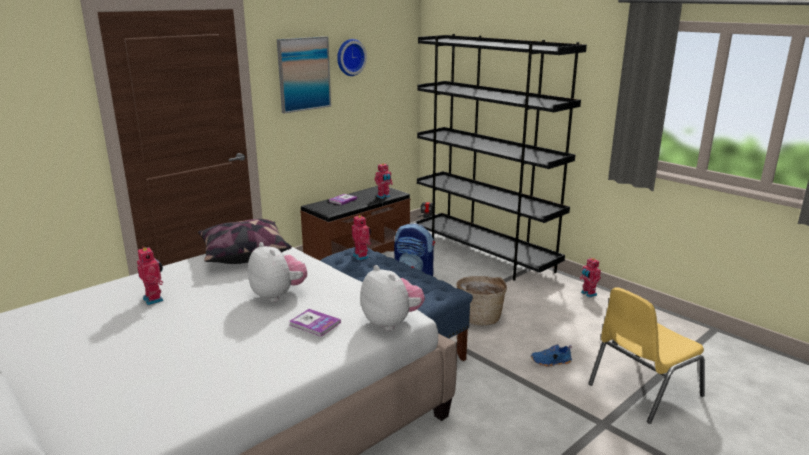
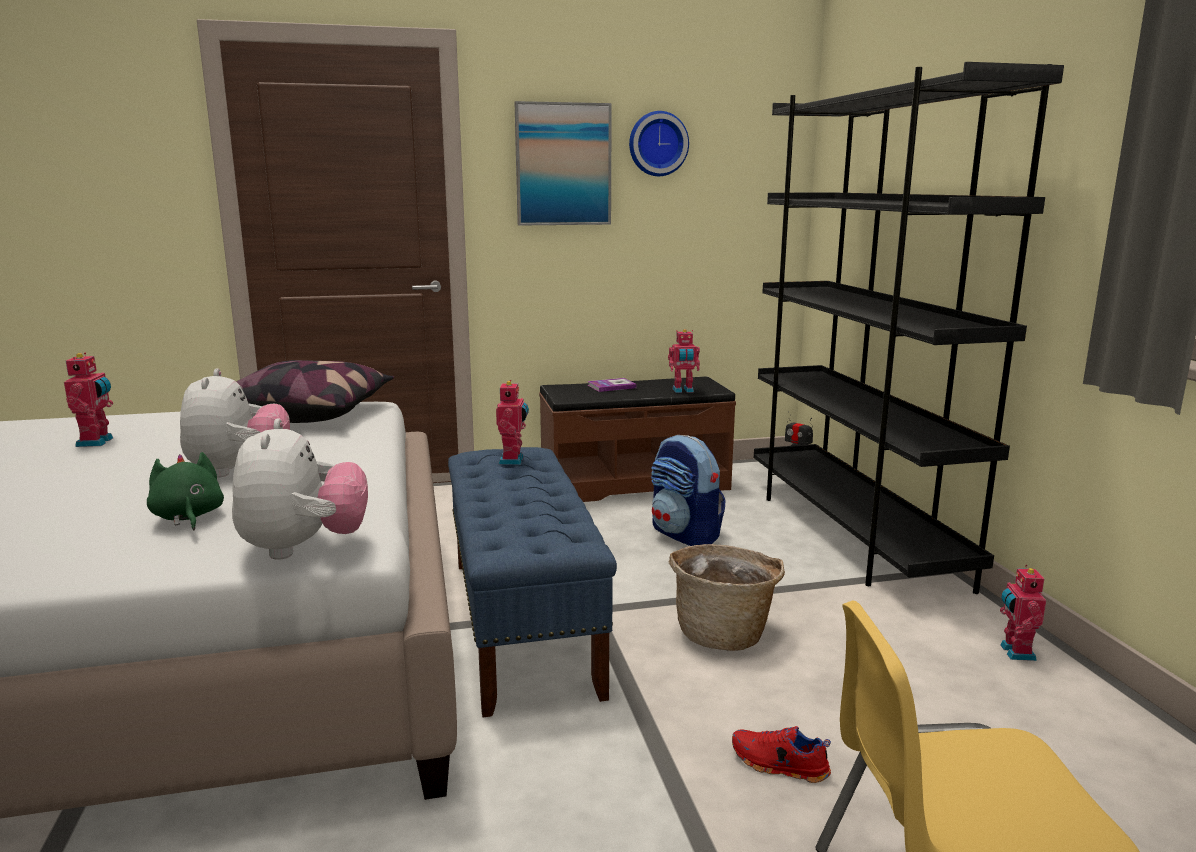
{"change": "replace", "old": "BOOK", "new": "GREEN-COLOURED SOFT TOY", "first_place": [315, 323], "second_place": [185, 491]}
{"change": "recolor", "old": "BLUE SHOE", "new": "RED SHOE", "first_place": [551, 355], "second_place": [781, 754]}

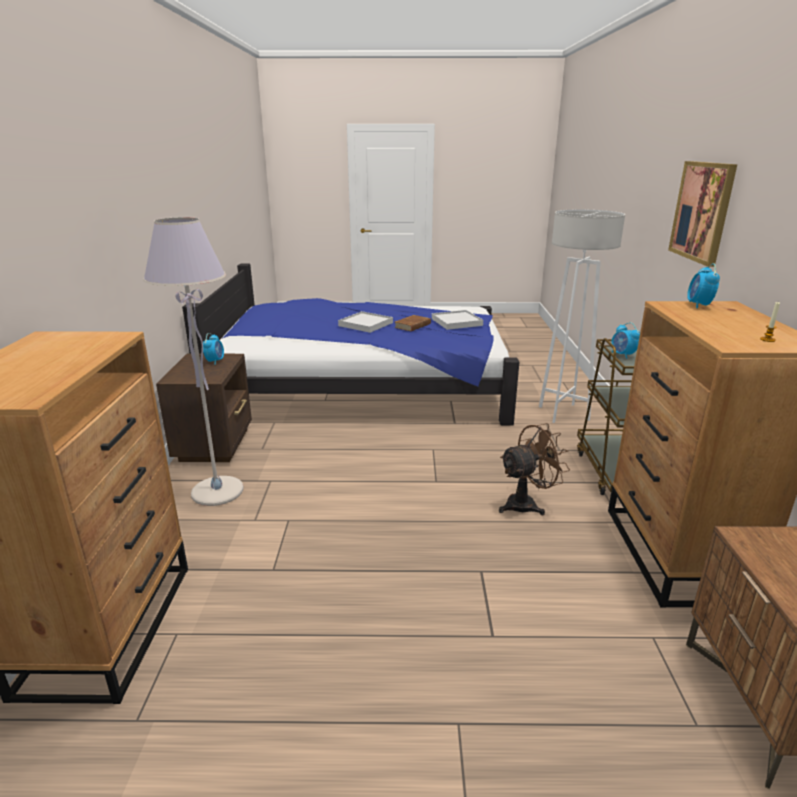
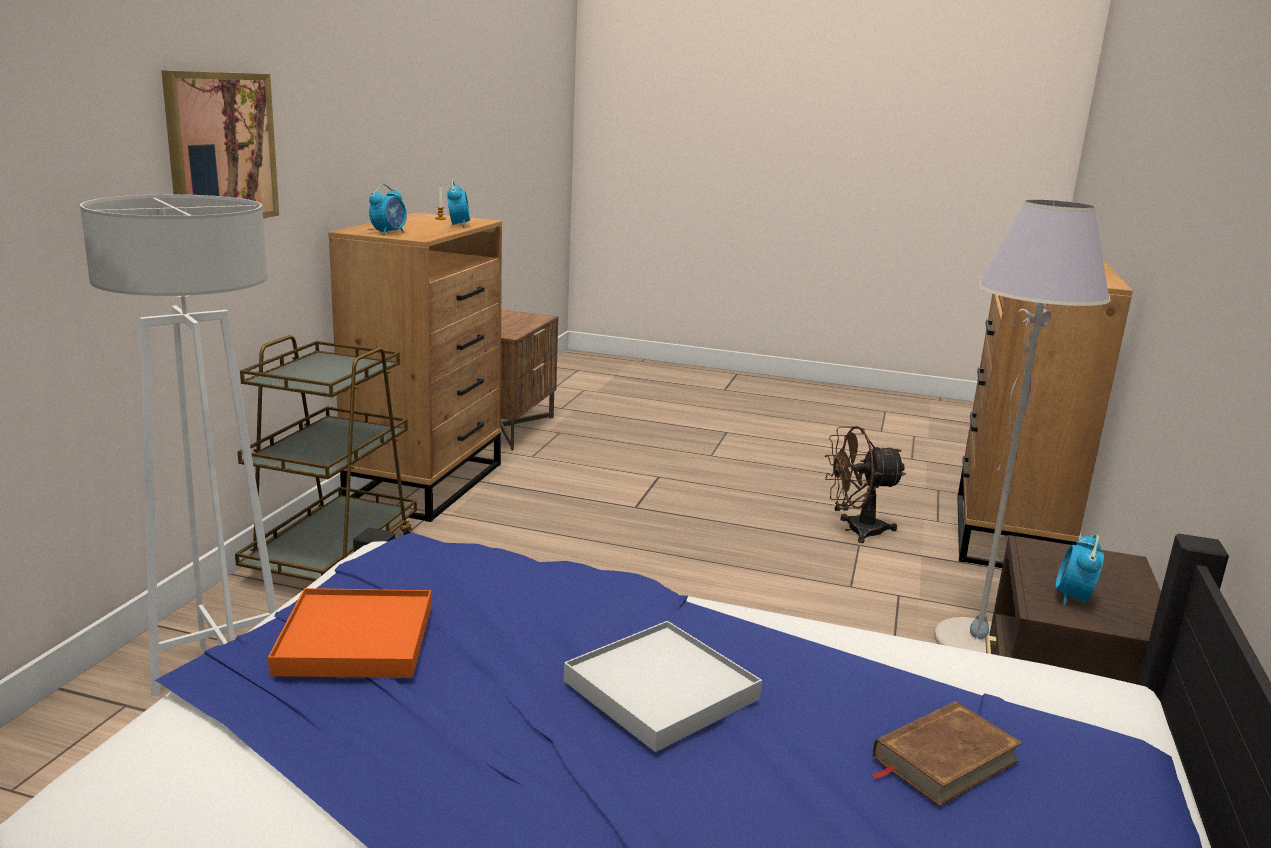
{"change": "move", "old": "BROWN BOOK", "first_place": [412, 323], "second_place": [946, 754]}
{"change": "move", "old": "BROWN FAN", "first_place": [534, 469], "second_place": [865, 484]}
{"change": "move", "old": "ALARM CLOCK", "first_place": [625, 340], "second_place": [458, 204]}
{"change": "recolor", "old": "WHITE-COLOURED CARRYING TRAY", "new": "ORANGE-COLOURED CARRYING TRAY", "first_place": [457, 320], "second_place": [349, 633]}

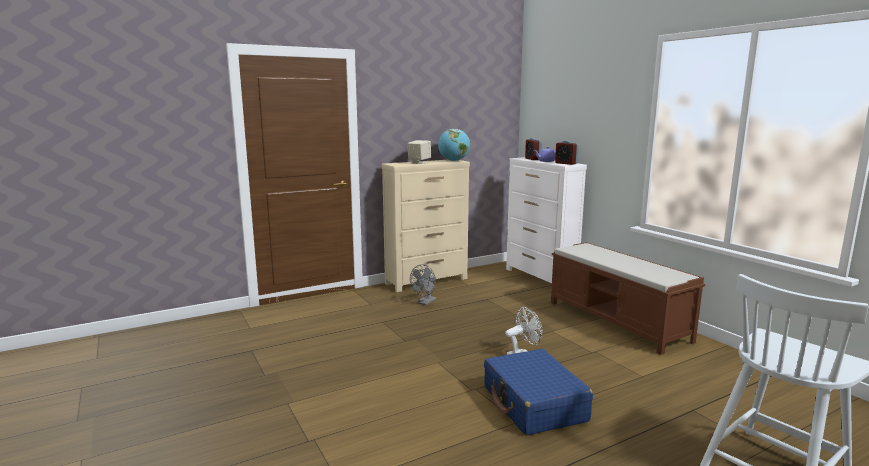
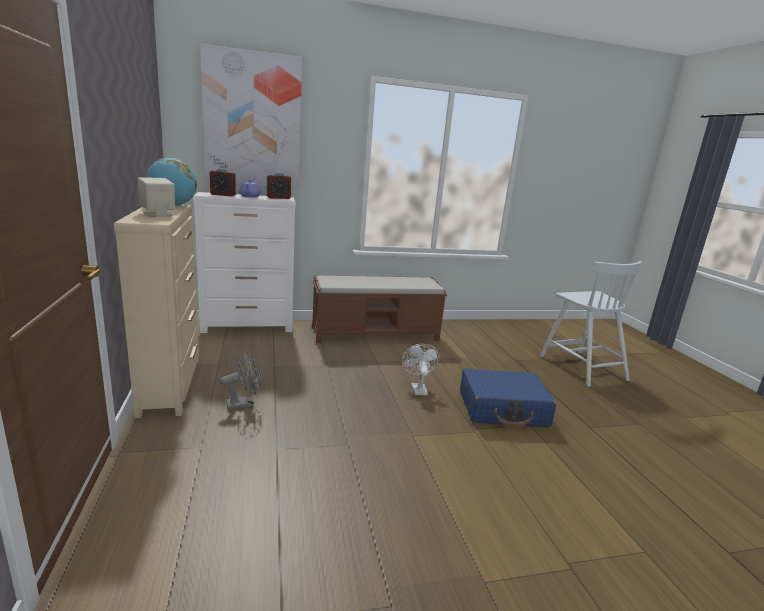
{"change": "insert", "new": "PICTURE", "second_place": [251, 116]}
{"change": "rotate", "old": "GRAY FAN", "first_place": [423, 284], "second_place": [240, 381], "degrees": -75}

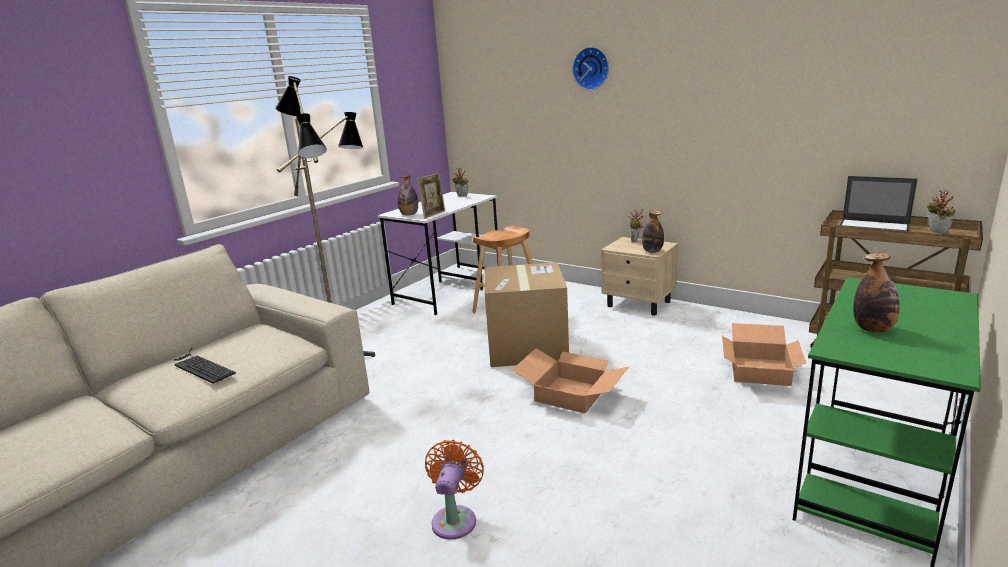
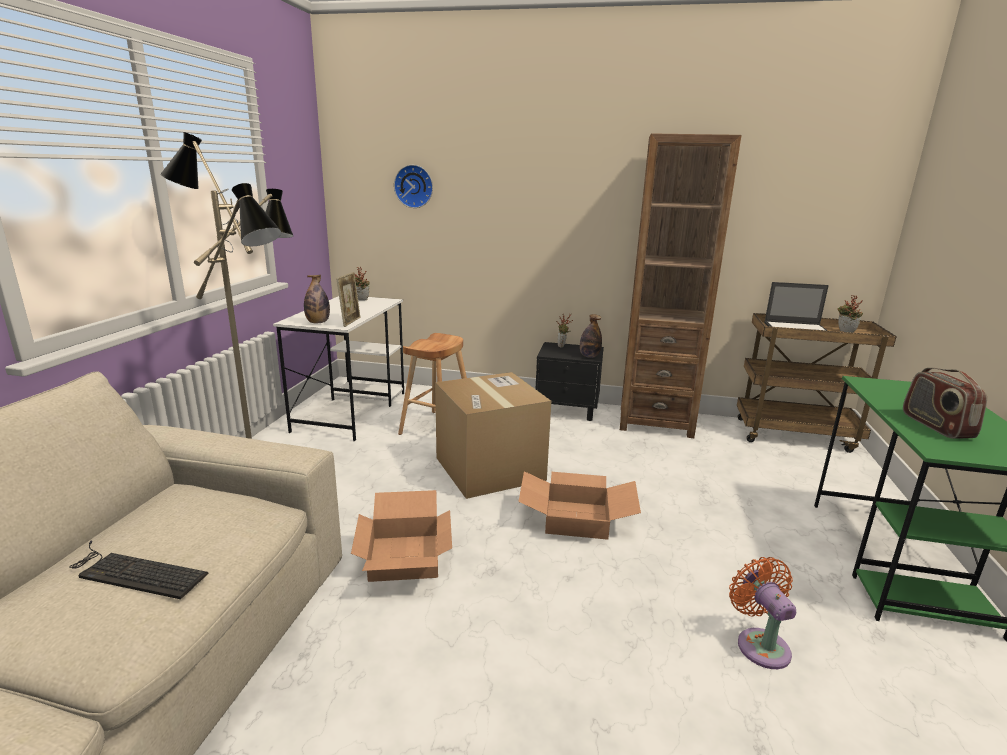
{"change": "insert", "new": "BROWN BOOKSHELF", "second_place": [680, 285]}
{"change": "move", "old": "ORANGE-COLOURED FAN", "first_place": [454, 490], "second_place": [762, 613]}
{"change": "move", "old": "CLOCK ON THE WALL", "first_place": [590, 68], "second_place": [413, 186]}
{"change": "move", "old": "PACKING BOX", "first_place": [764, 354], "second_place": [401, 536]}
{"change": "replace", "old": "BOTTLE", "new": "RADIO RECEIVER", "first_place": [876, 292], "second_place": [945, 403]}
{"change": "recolor", "old": "SAND-COLOURED NIGHT TABLE", "new": "BLACKISH NIGHT TABLE", "first_place": [639, 276], "second_place": [570, 381]}

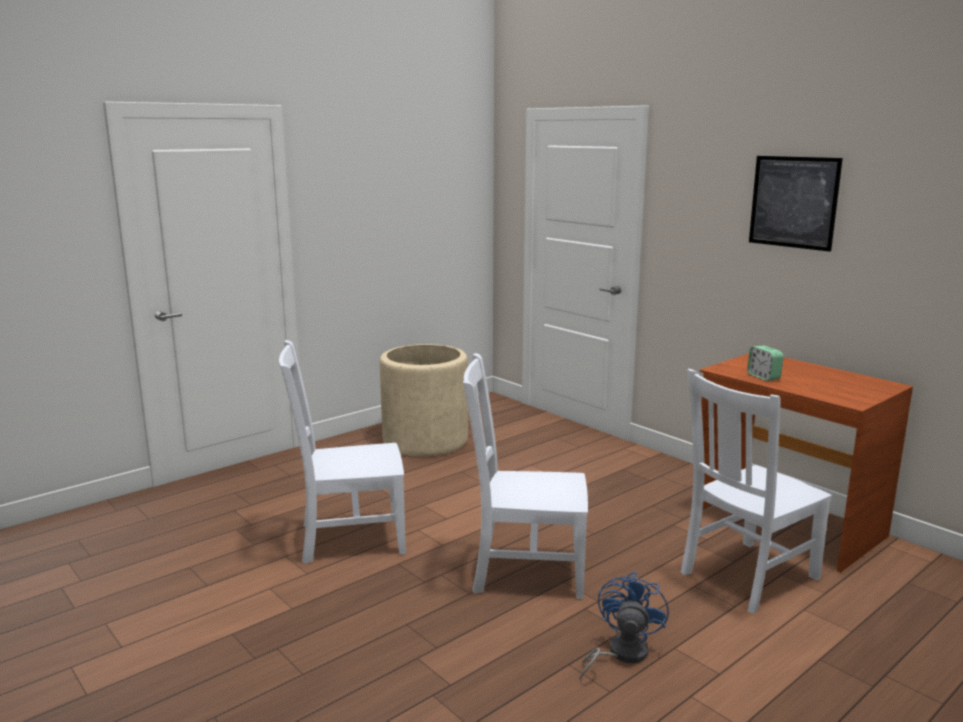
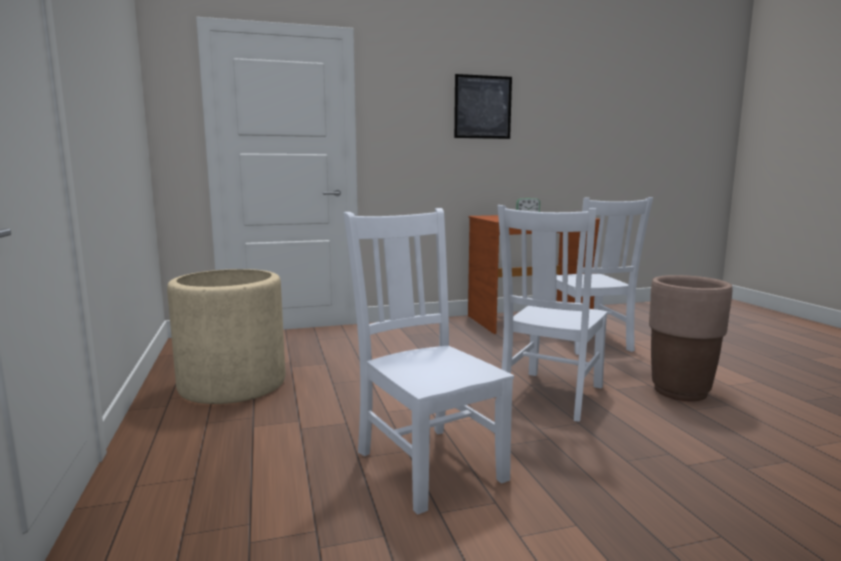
{"change": "replace", "old": "BLUE FAN", "new": "BROWN PLANT POT", "first_place": [624, 626], "second_place": [691, 338]}
{"change": "rotate", "old": "WHITE-COLOURED CHAIR", "first_place": [342, 452], "second_place": [429, 361], "degrees": 135}

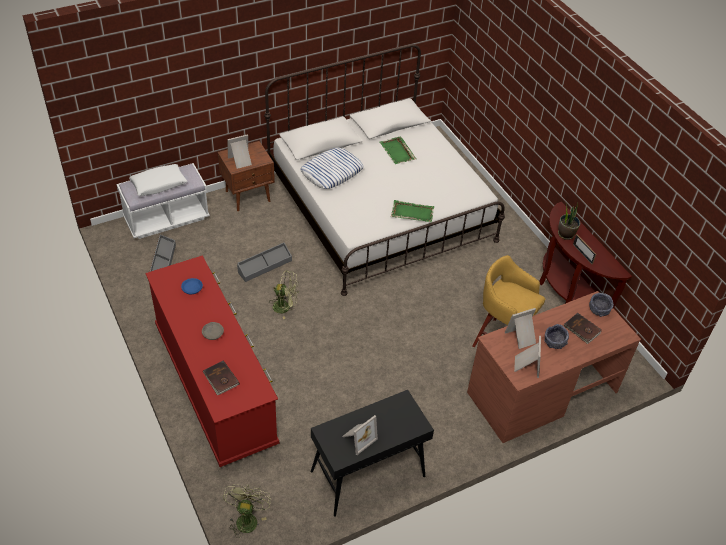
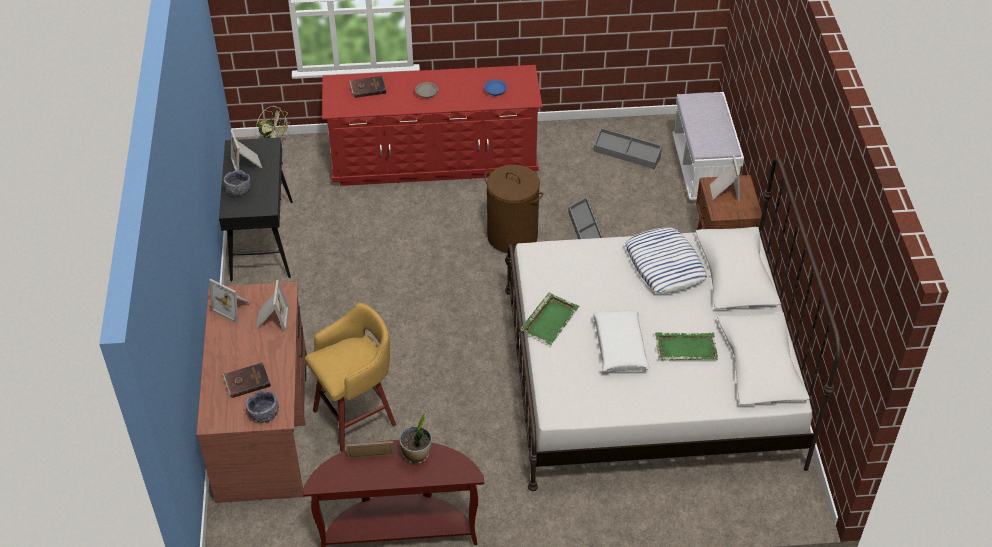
{"change": "move", "old": "WHITE-COLOURED THROW PILLOW", "first_place": [158, 180], "second_place": [621, 341]}
{"change": "move", "old": "GRAY BOWL", "first_place": [556, 336], "second_place": [236, 183]}
{"change": "replace", "old": "GREEN-COLOURED FAN", "new": "BROWN HAMPER", "first_place": [285, 294], "second_place": [513, 209]}

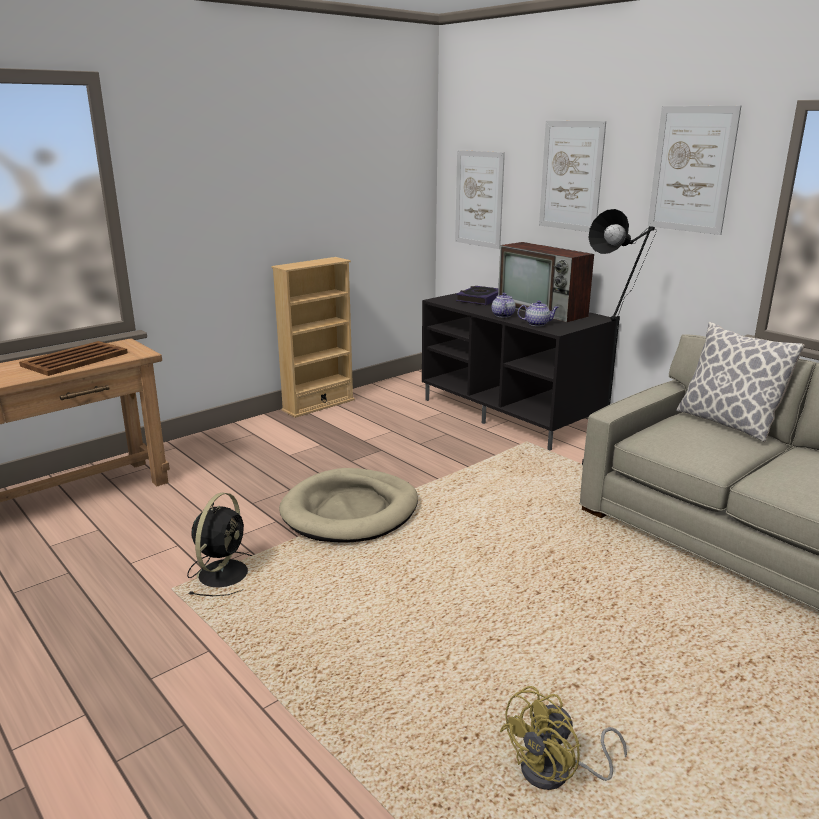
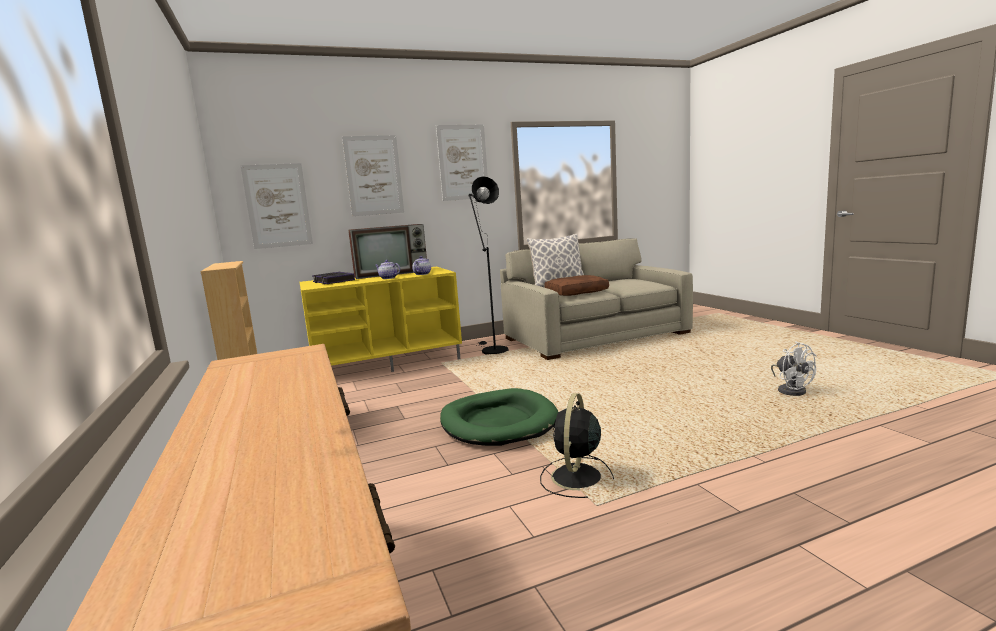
{"change": "delete", "old": "BROWN CARRYING TRAY", "first_place": [73, 358]}
{"change": "insert", "new": "BROWN THROW PILLOW", "second_place": [576, 285]}
{"change": "recolor", "old": "SAND-COLOURED PET BED", "new": "GREEN-COLOURED PET BED", "first_place": [348, 505], "second_place": [499, 417]}
{"change": "recolor", "old": "BLACKISH TV STAND", "new": "YELLOW-COLOURED TV STAND", "first_place": [519, 372], "second_place": [381, 319]}
{"change": "recolor", "old": "YELLOW-COLOURED FAN", "new": "WHITE-COLOURED FAN", "first_place": [563, 738], "second_place": [794, 368]}
{"change": "rotate", "old": "BLACKISH FAN", "first_place": [220, 544], "second_place": [577, 445], "degrees": -105}

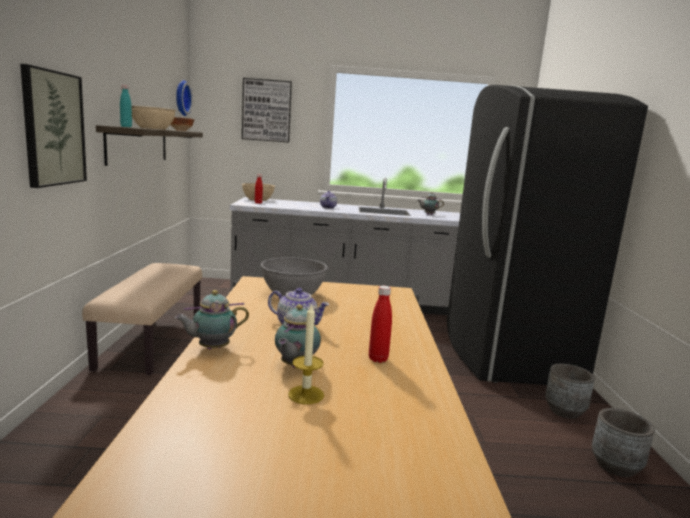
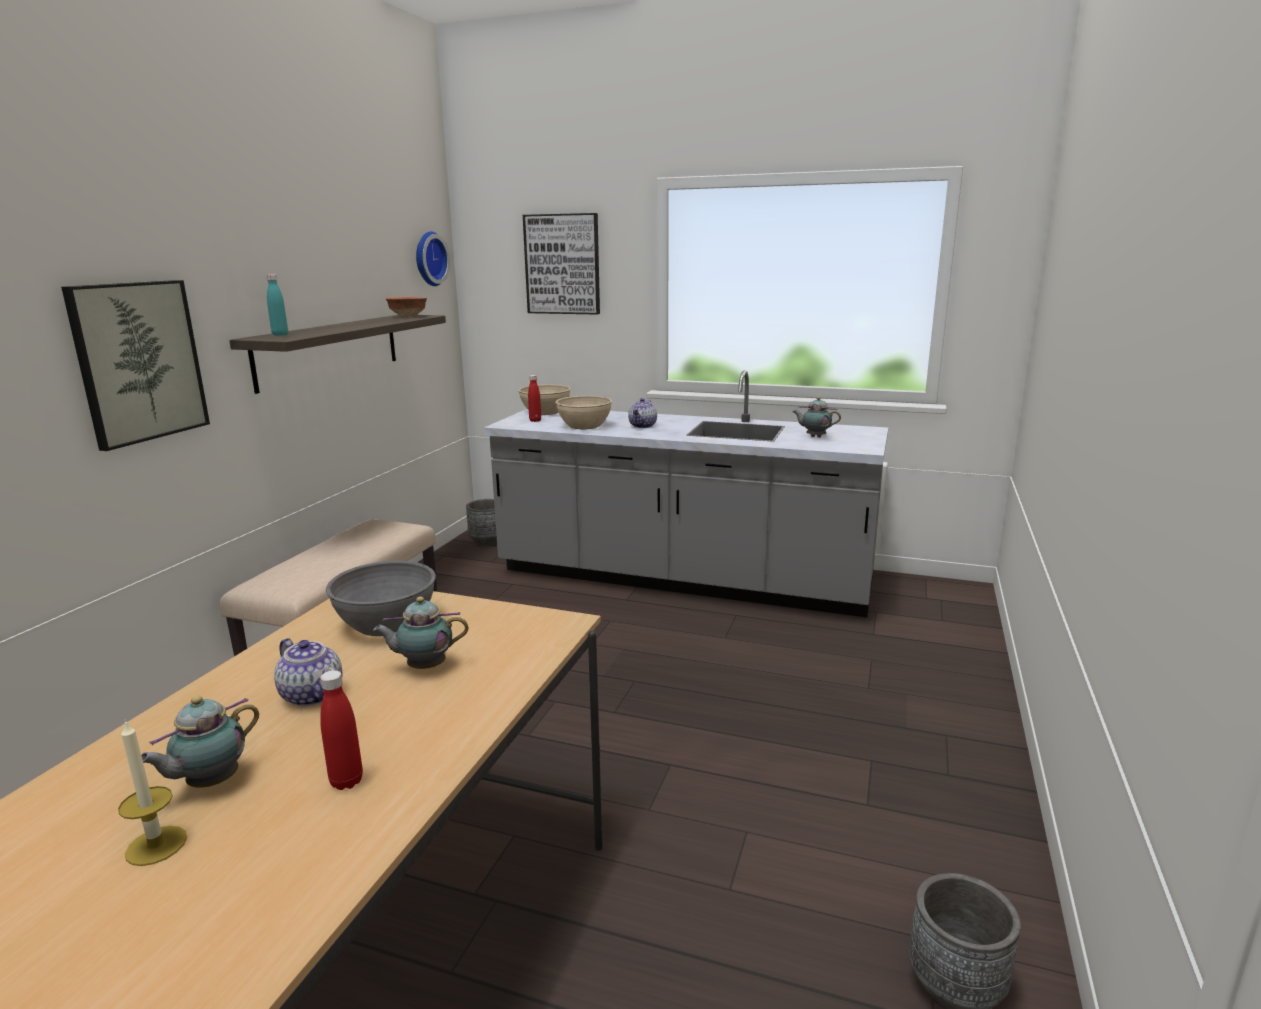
{"change": "delete", "old": "BLACKISH FRIDGE", "first_place": [547, 235]}
{"change": "move", "old": "SAND-COLOURED BOWL", "first_place": [154, 118], "second_place": [583, 412]}
{"change": "move", "old": "POT FOR TEA", "first_place": [212, 319], "second_place": [420, 633]}
{"change": "move", "old": "GRAY PLANT POT", "first_place": [570, 391], "second_place": [481, 522]}

